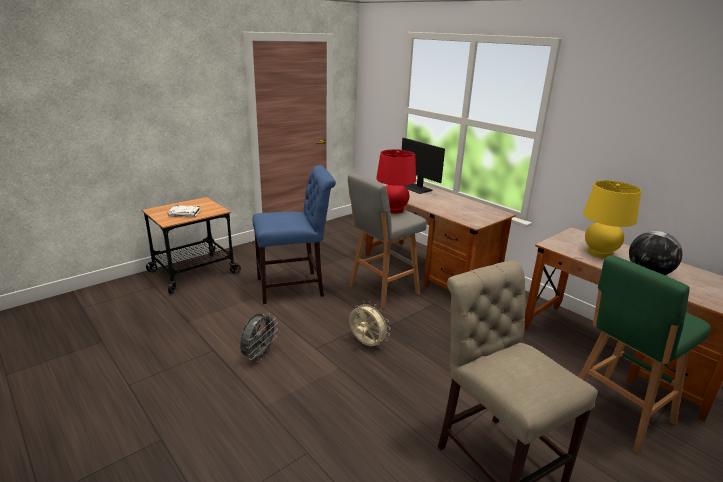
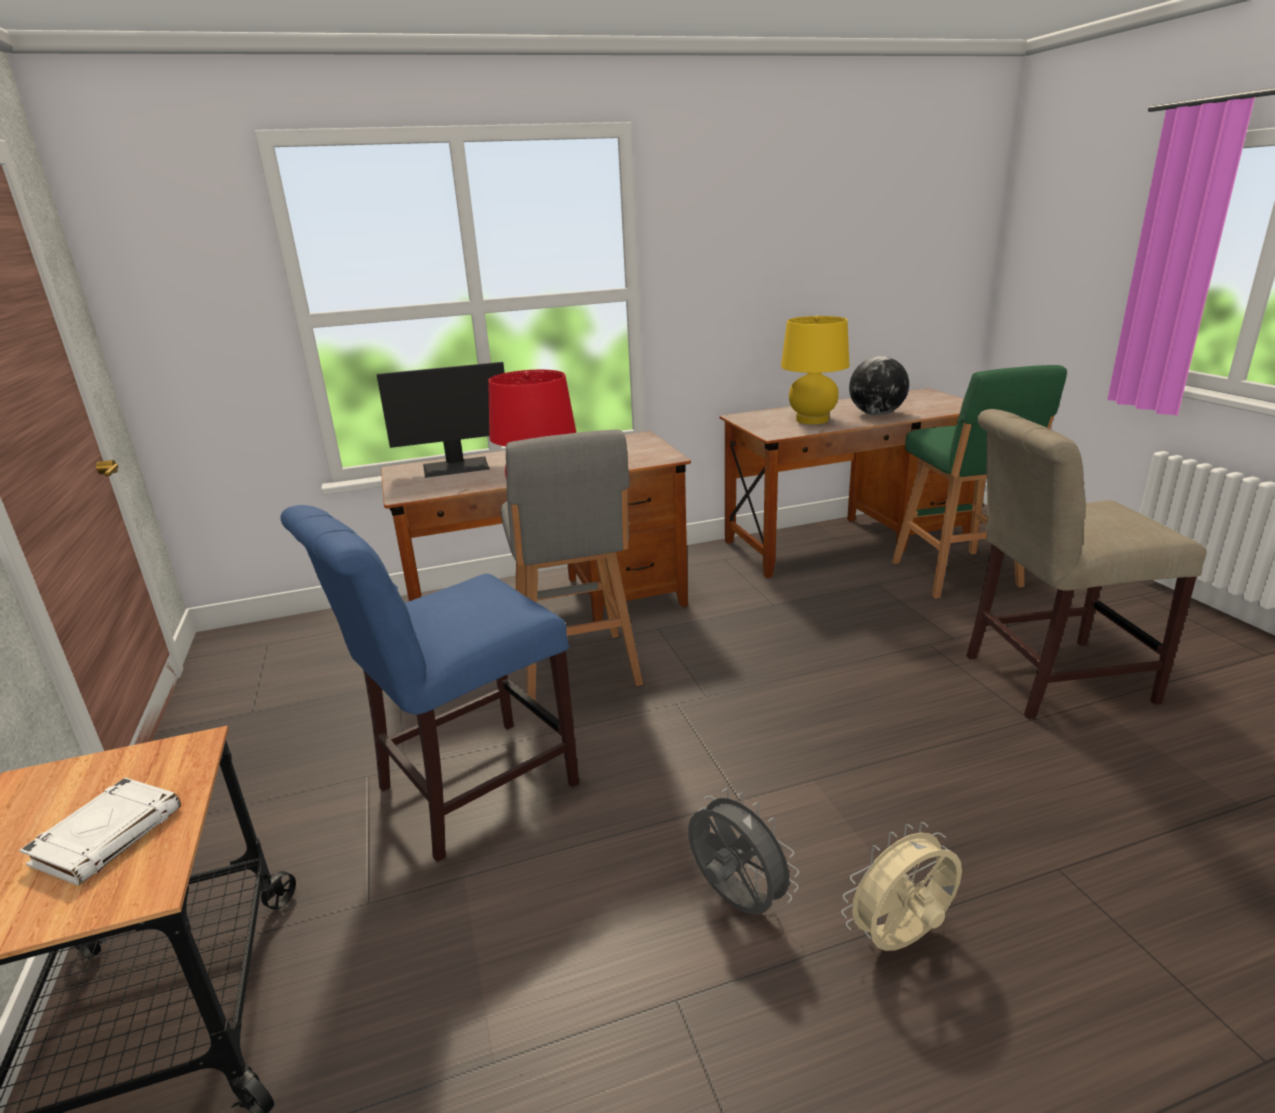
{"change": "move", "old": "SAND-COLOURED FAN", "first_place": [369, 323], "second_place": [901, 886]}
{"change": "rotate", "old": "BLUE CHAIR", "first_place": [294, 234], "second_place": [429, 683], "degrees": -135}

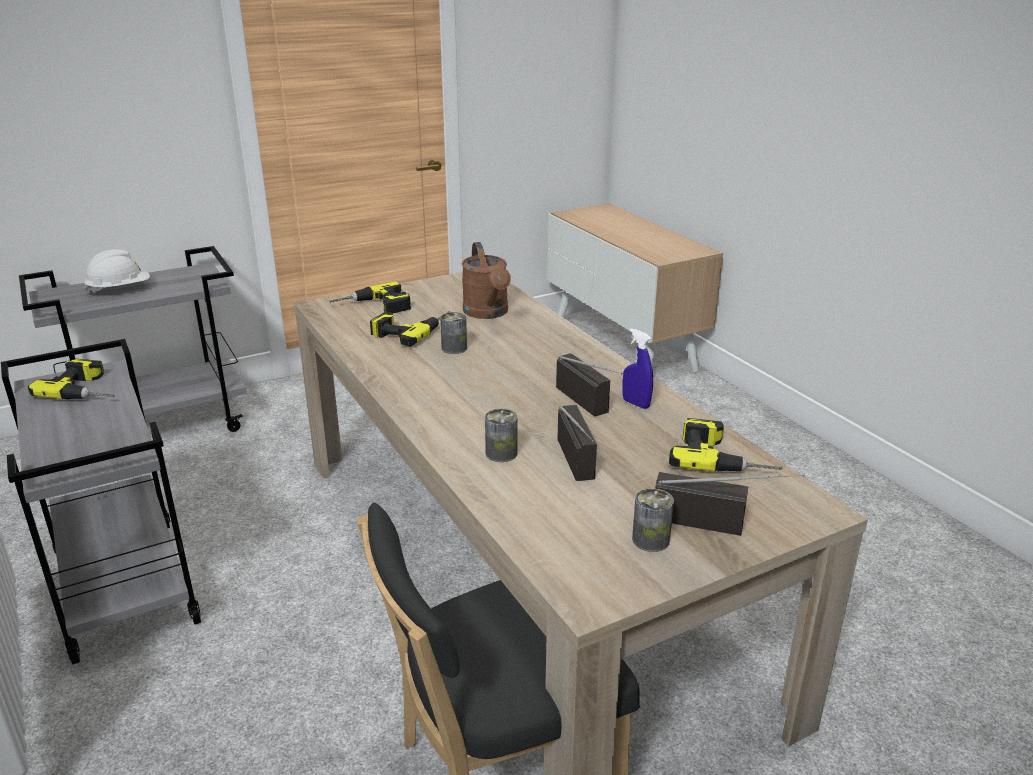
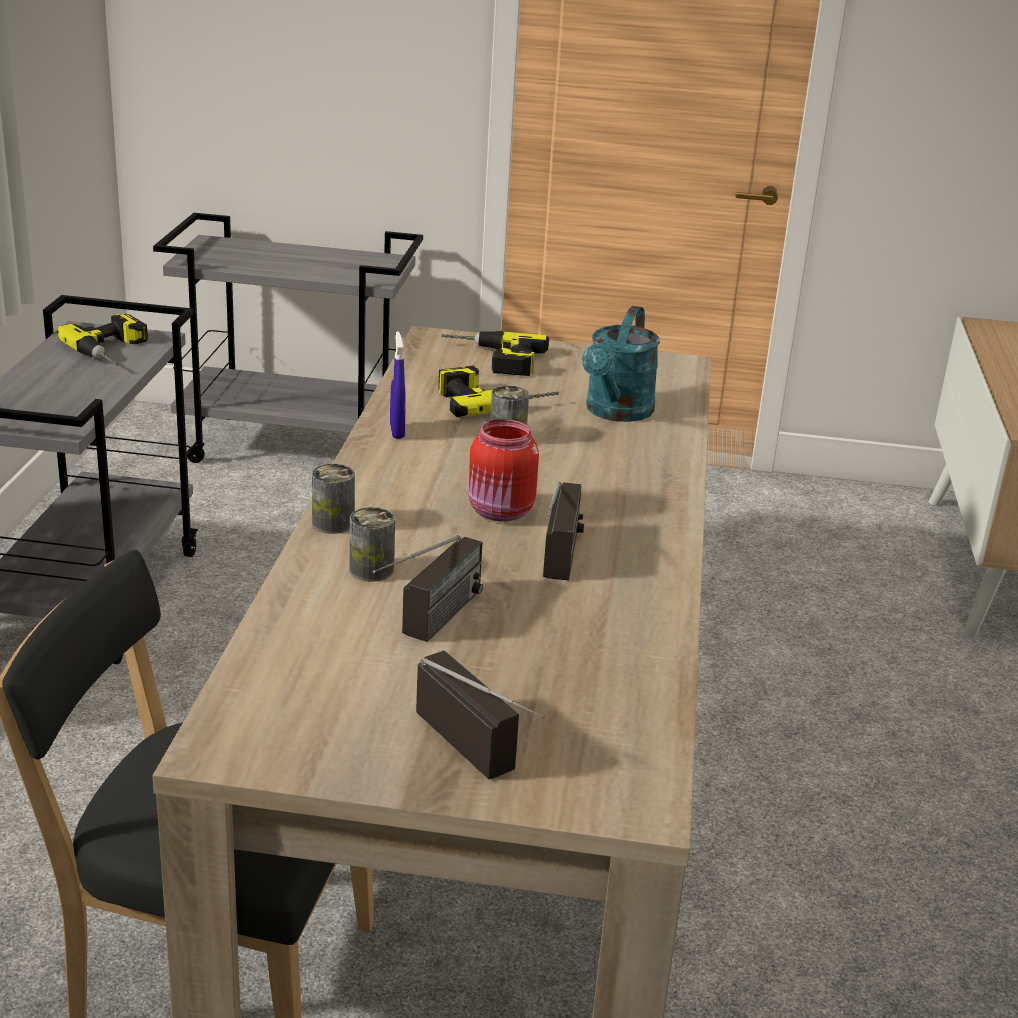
{"change": "delete", "old": "WHITE-COLOURED HARD HAT", "first_place": [117, 272]}
{"change": "delete", "old": "DRILL", "first_place": [726, 444]}
{"change": "insert", "new": "RED STORAGE JAR", "second_place": [503, 470]}
{"change": "move", "old": "BLUE SPRAY BOTTLE", "first_place": [637, 368], "second_place": [398, 385]}
{"change": "move", "old": "METAL CAN", "first_place": [653, 520], "second_place": [333, 499]}
{"change": "recolor", "old": "BROWN SPRINKLING CAN", "new": "TURQUOISE-COLOURED SPRINKLING CAN", "first_place": [486, 280], "second_place": [621, 364]}

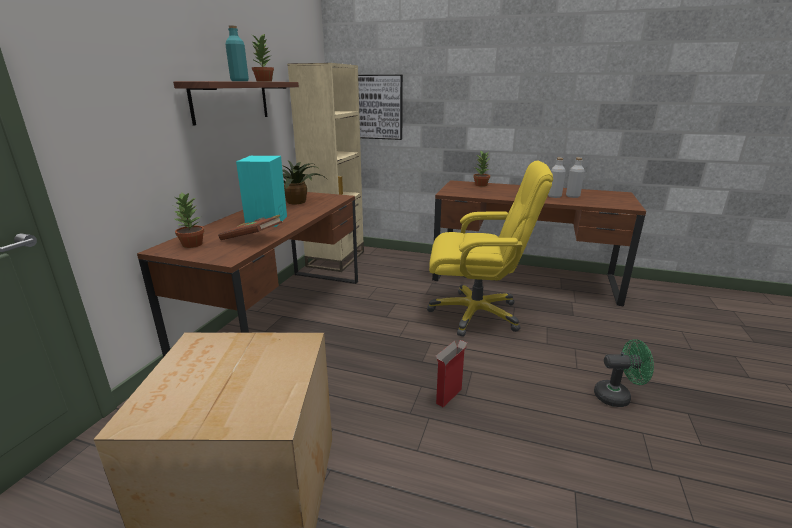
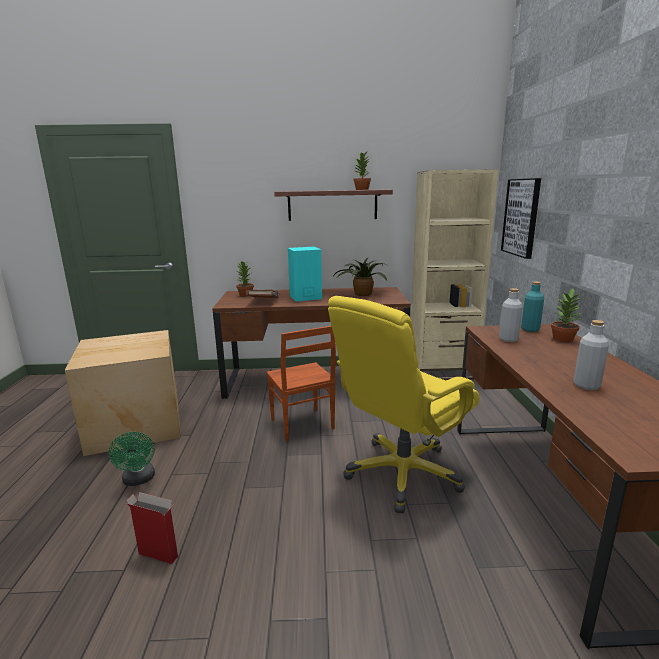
{"change": "insert", "new": "BROWN CHAIR", "second_place": [301, 383]}
{"change": "move", "old": "TURQUOISE-COLOURED BOTTLE", "first_place": [237, 53], "second_place": [532, 306]}
{"change": "move", "old": "PACKING BOX", "first_place": [451, 374], "second_place": [152, 528]}
{"change": "move", "old": "GRAY BOTTLE", "first_place": [575, 178], "second_place": [511, 315]}
{"change": "move", "old": "GREEN-COLOURED FAN", "first_place": [624, 373], "second_place": [132, 459]}
{"change": "rotate", "old": "YELLOW-COLOURED OFFICE CHAIR", "first_place": [490, 249], "second_place": [403, 404], "degrees": 60}

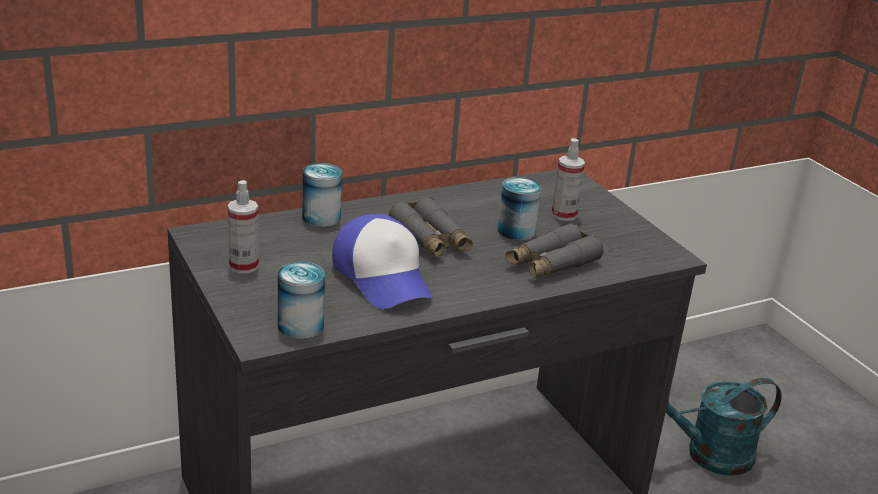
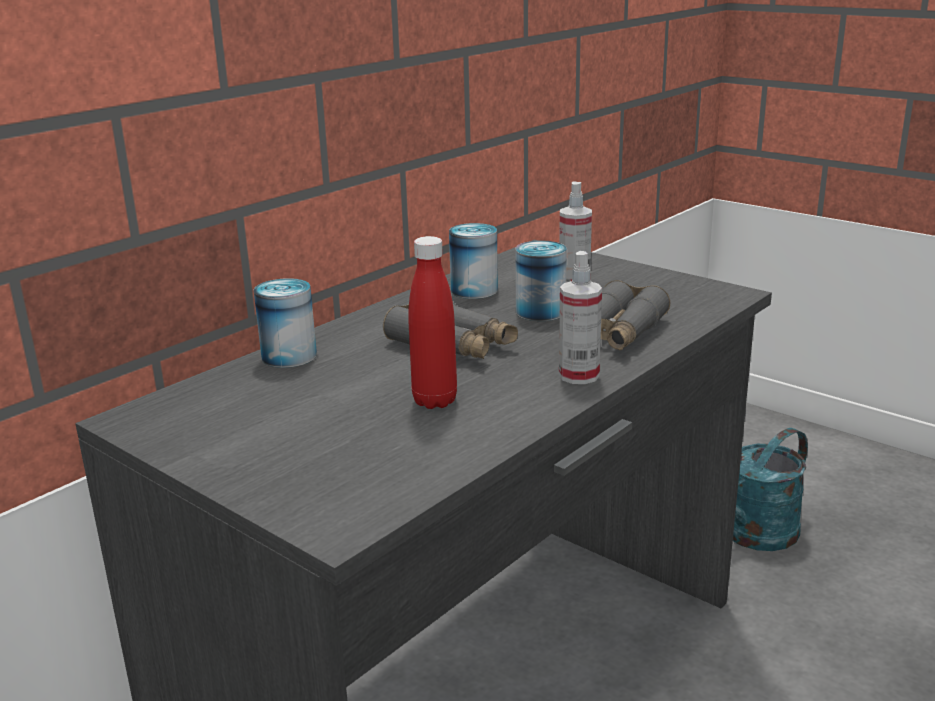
{"change": "move", "old": "SPRAY BOTTLE", "first_place": [243, 226], "second_place": [580, 317]}
{"change": "move", "old": "METAL CAN", "first_place": [301, 300], "second_place": [473, 261]}
{"change": "replace", "old": "PEAKED CAP", "new": "RED BOTTLE", "first_place": [382, 261], "second_place": [432, 322]}

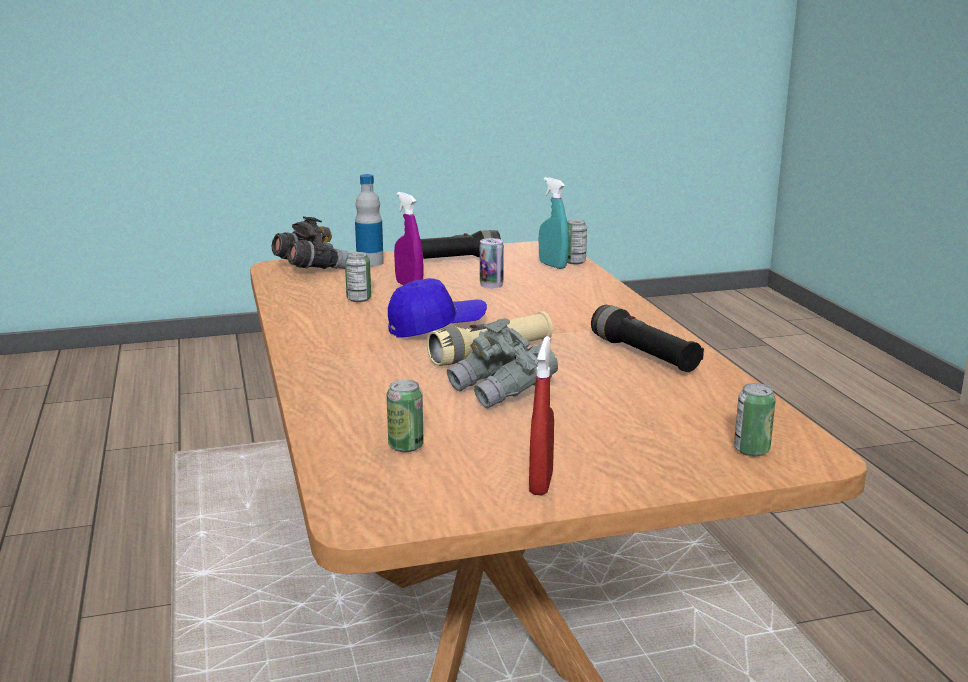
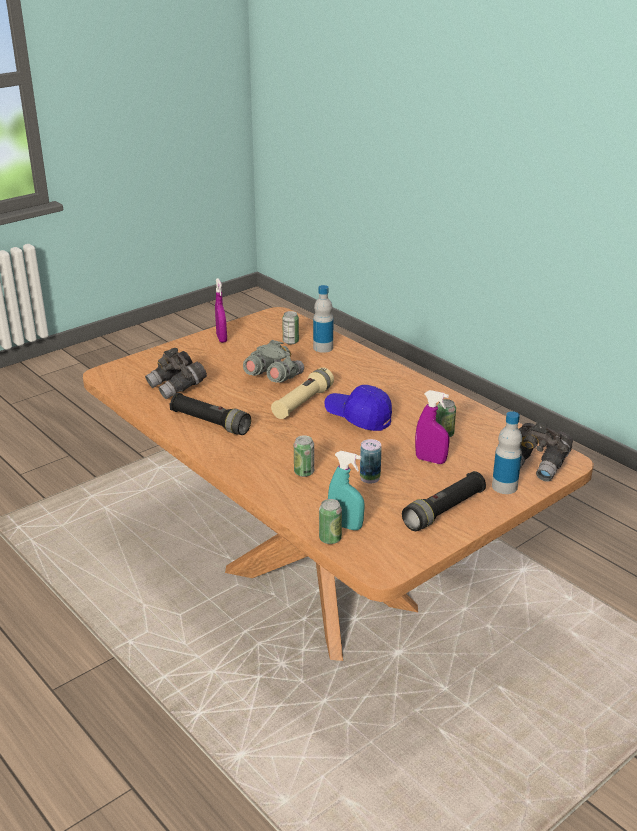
{"change": "insert", "new": "GRAY FIELD GLASSES", "second_place": [176, 373]}
{"change": "insert", "new": "BOTTLE", "second_place": [323, 319]}
{"change": "move", "old": "METAL CAN", "first_place": [755, 419], "second_place": [304, 456]}
{"change": "recolor", "old": "RED SPRAY BOTTLE", "new": "PURPLE-COLOURED SPRAY BOTTLE", "first_place": [541, 415], "second_place": [221, 310]}
{"change": "rotate", "old": "BLUE PEAKED CAP", "first_place": [437, 307], "second_place": [358, 408], "degrees": 75}

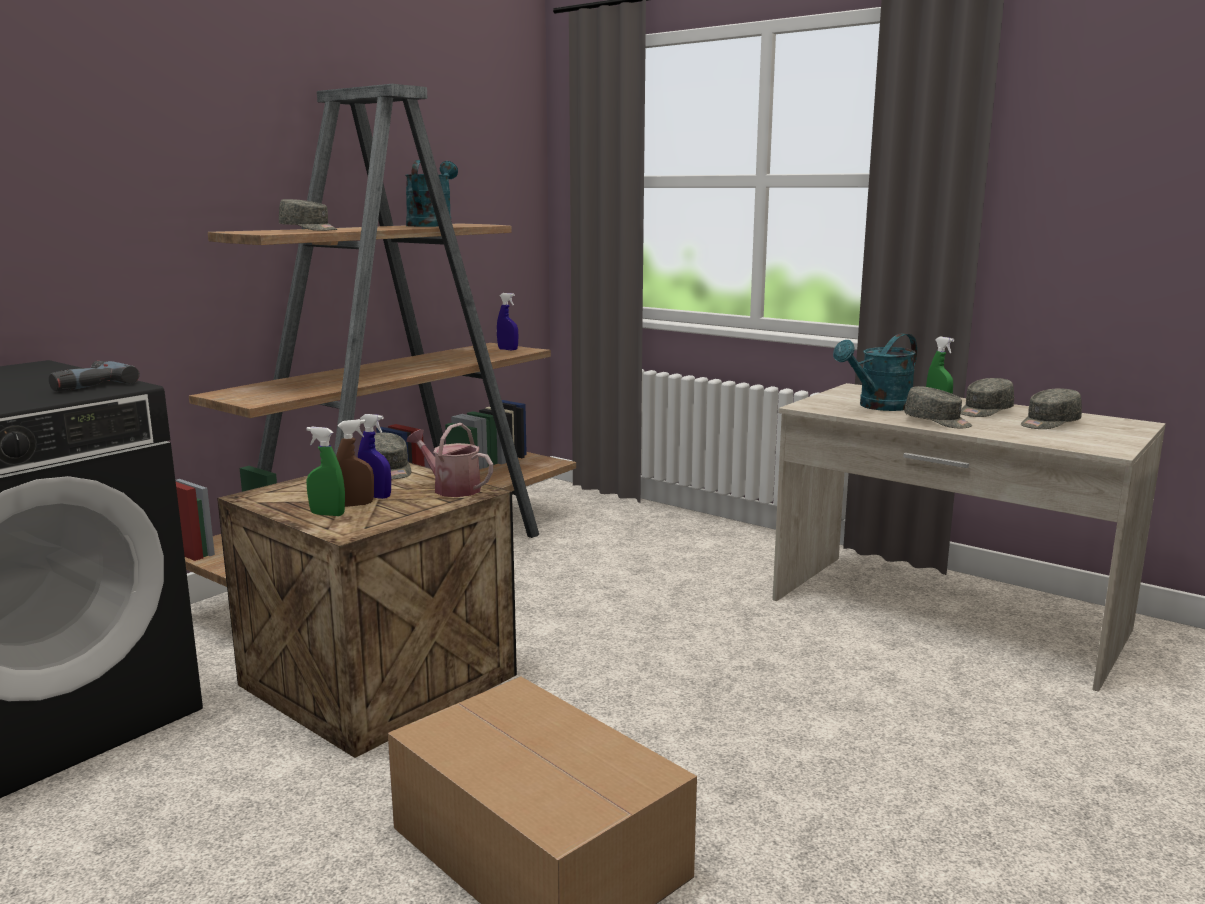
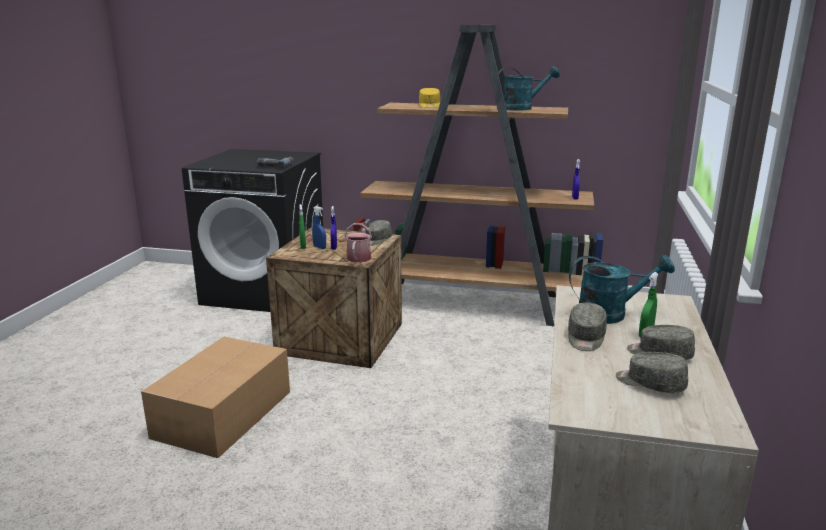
{"change": "recolor", "old": "GRAY PEAKED CAP", "new": "YELLOW-COLOURED PEAKED CAP", "first_place": [308, 215], "second_place": [429, 98]}
{"change": "recolor", "old": "BROWN SPRAY BOTTLE", "new": "BLUE SPRAY BOTTLE", "first_place": [355, 463], "second_place": [319, 227]}
{"change": "rotate", "old": "TURQUOISE-COLOURED SPRINKLING CAN", "first_place": [875, 372], "second_place": [622, 289], "degrees": 150}

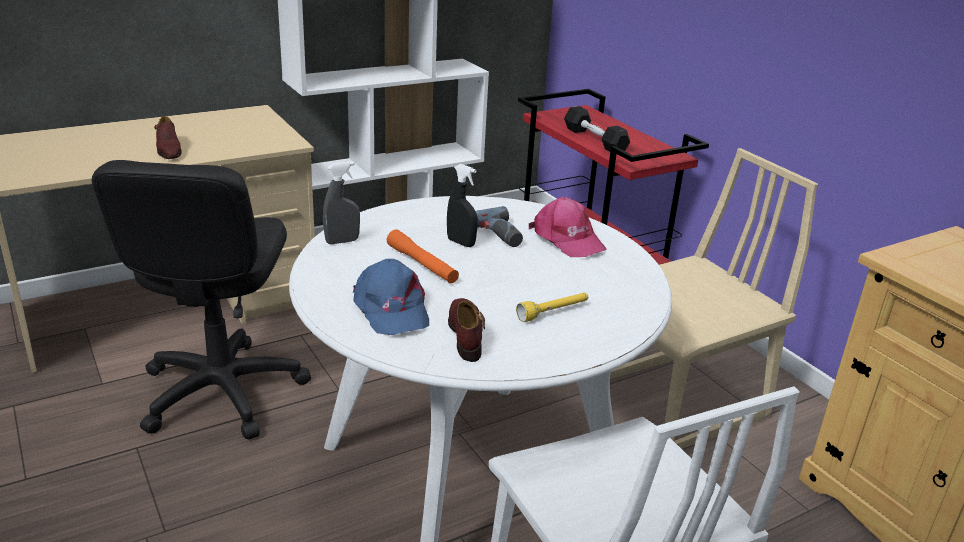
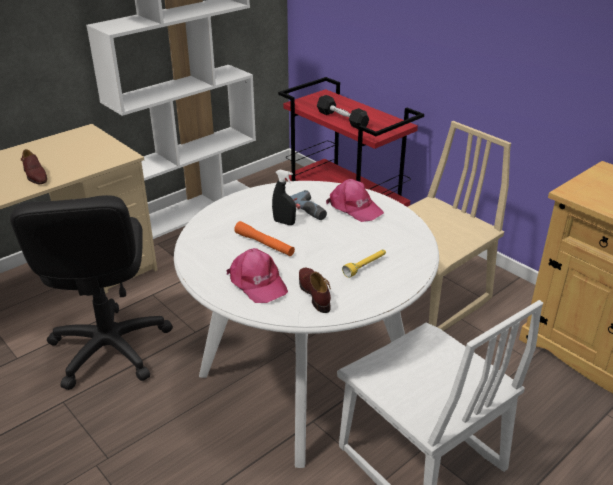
{"change": "delete", "old": "GRAY SPRAY BOTTLE", "first_place": [341, 202]}
{"change": "recolor", "old": "BLUE PEAKED CAP", "new": "PINK PEAKED CAP", "first_place": [391, 297], "second_place": [257, 275]}

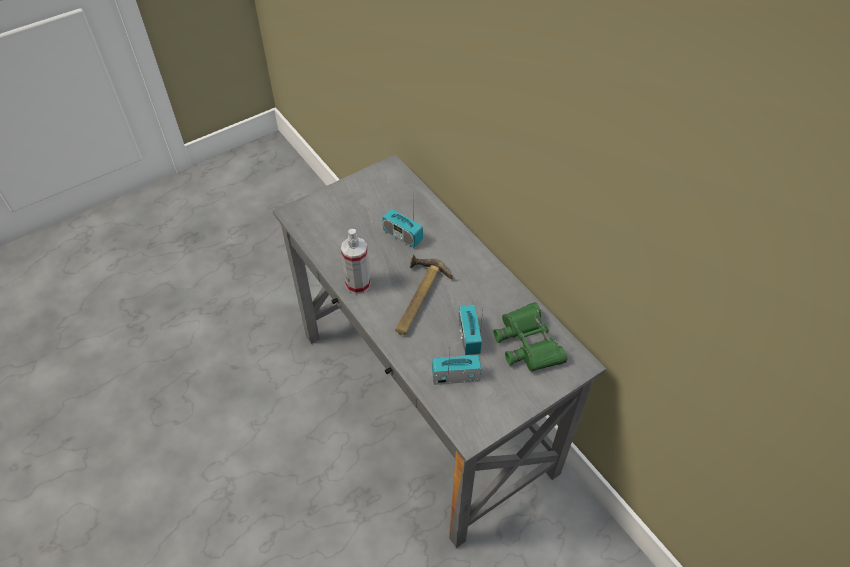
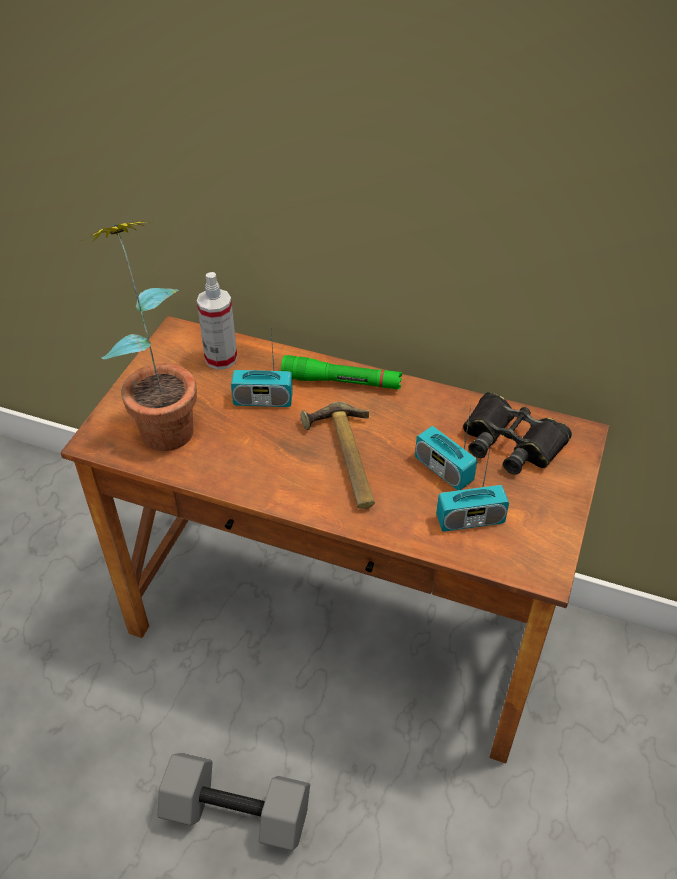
{"change": "insert", "new": "POTTED PLANT", "second_place": [145, 336]}
{"change": "insert", "new": "GRAY DUMBBELL", "second_place": [234, 802]}
{"change": "insert", "new": "GREEN-COLOURED FLASHLIGHT", "second_place": [341, 372]}
{"change": "move", "old": "SPRAY BOTTLE", "first_place": [356, 261], "second_place": [217, 321]}
{"change": "recolor", "old": "GRAY DESK TABLE", "new": "BROWN DESK TABLE", "first_place": [439, 351], "second_place": [334, 540]}
{"change": "recolor", "old": "GREEN-COLOURED FIELD GLASSES", "new": "BLACKISH FIELD GLASSES", "first_place": [530, 336], "second_place": [517, 433]}
{"change": "rotate", "old": "RADIO RECEIVER", "first_place": [456, 366], "second_place": [472, 488], "degrees": -150}

